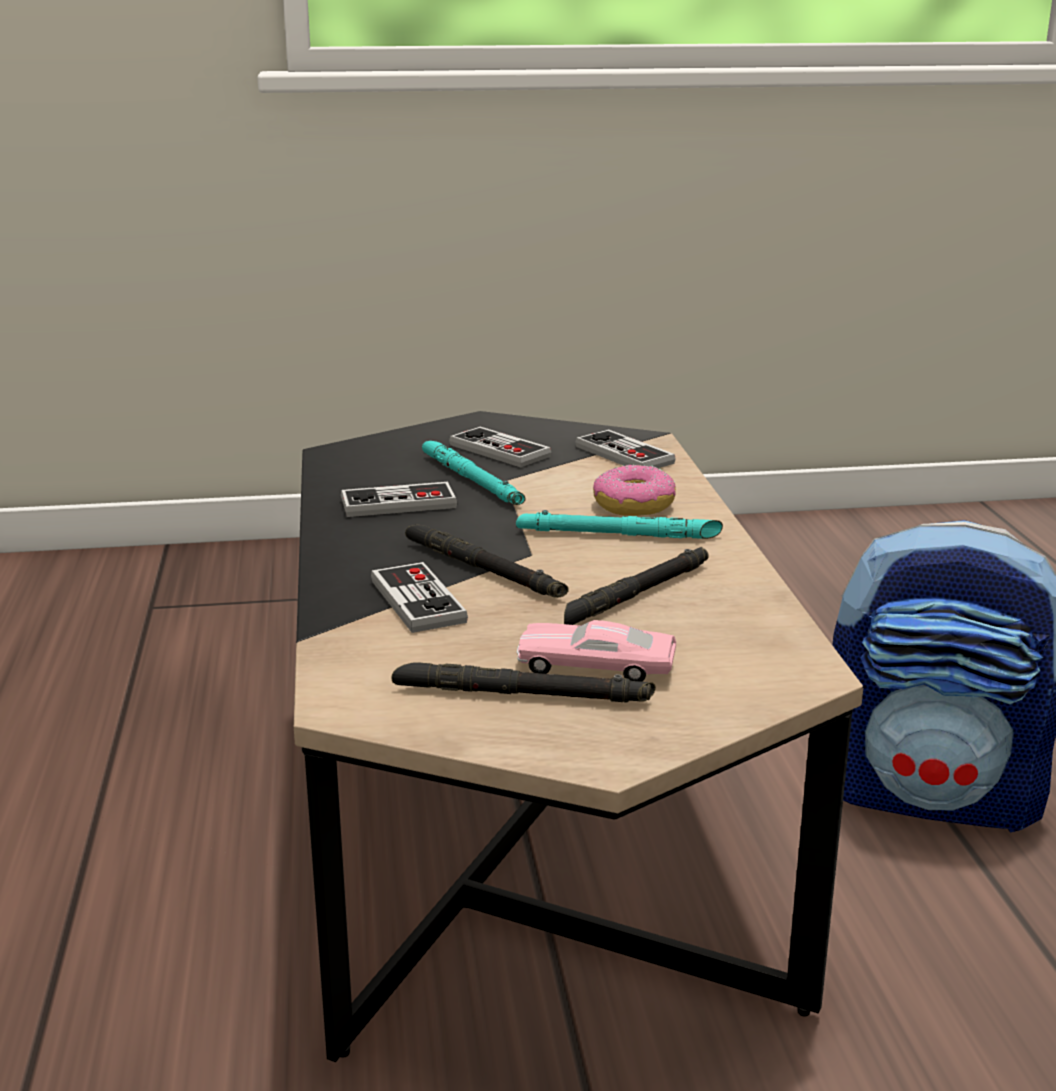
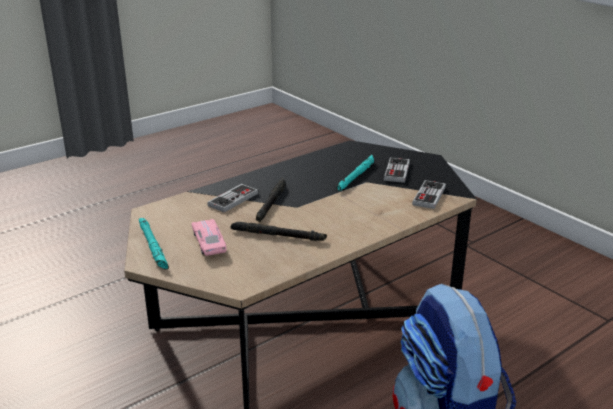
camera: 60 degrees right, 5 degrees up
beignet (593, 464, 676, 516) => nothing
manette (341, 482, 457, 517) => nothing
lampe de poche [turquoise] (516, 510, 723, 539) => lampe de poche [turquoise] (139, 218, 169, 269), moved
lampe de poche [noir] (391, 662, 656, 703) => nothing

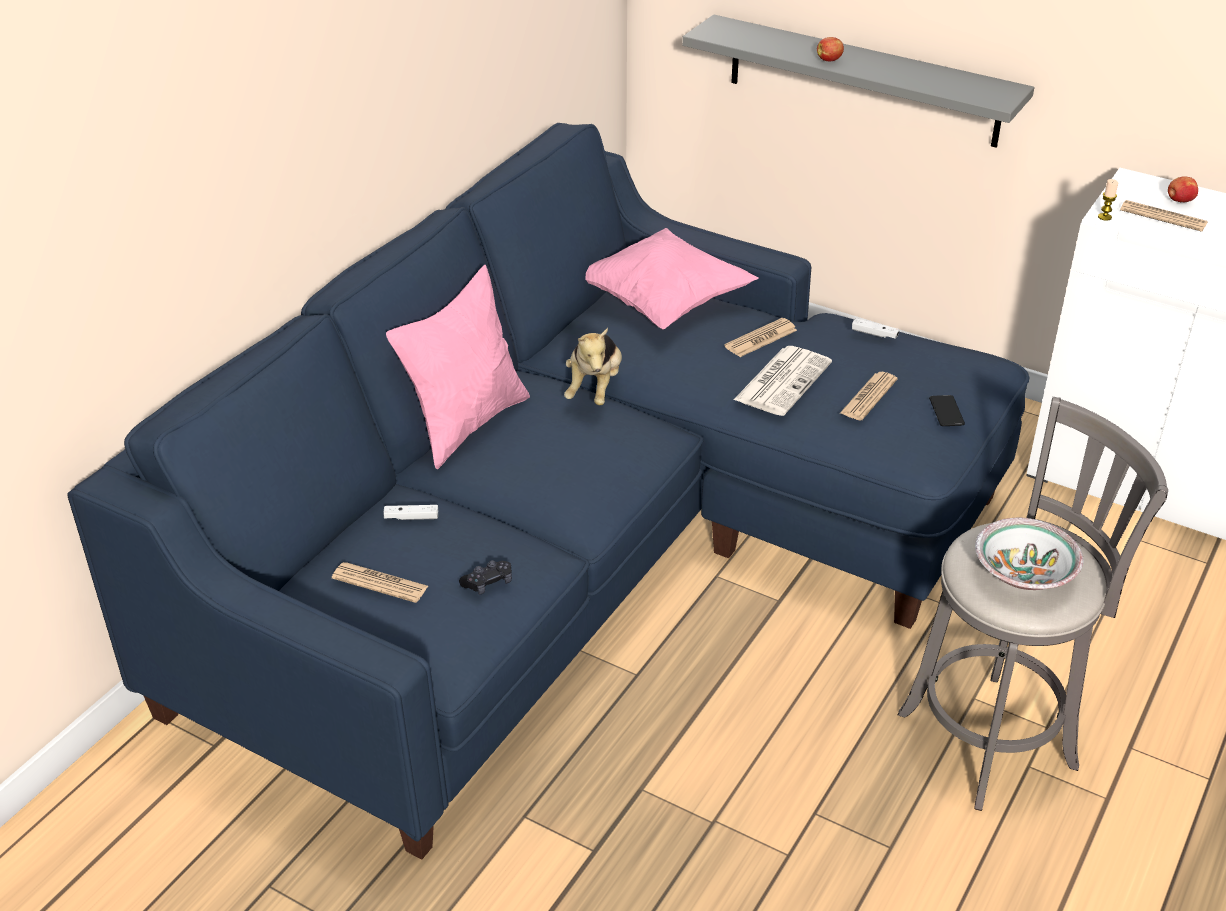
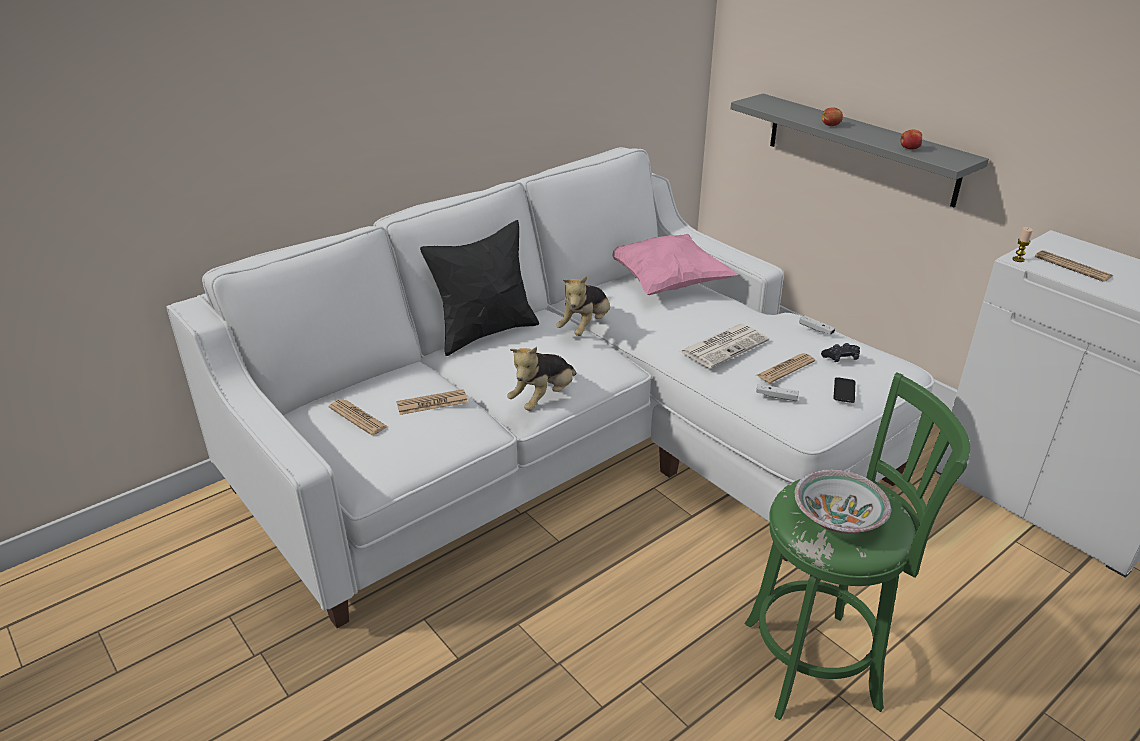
camera: 20 degrees right, 5 degrees down
canapé [bleu] (67, 123, 1030, 860) => canapé [blanc] (167, 147, 934, 628)
pomme (1168, 177, 1198, 203) => pomme (901, 130, 922, 149), moved
coussin [rose] (386, 265, 530, 469) => coussin [noir] (420, 220, 539, 356)
journal (724, 318, 797, 357) => journal (397, 389, 468, 415), moved
tabouret [gris] (898, 397, 1168, 811) => tabouret [vert] (744, 372, 970, 720)
manette [blanc] (383, 505, 438, 520) => manette [blanc] (756, 384, 799, 401), moved
manette [noir] (459, 560, 512, 595) => manette [noir] (821, 343, 860, 362), moved
nothing => peluche (507, 347, 577, 411)

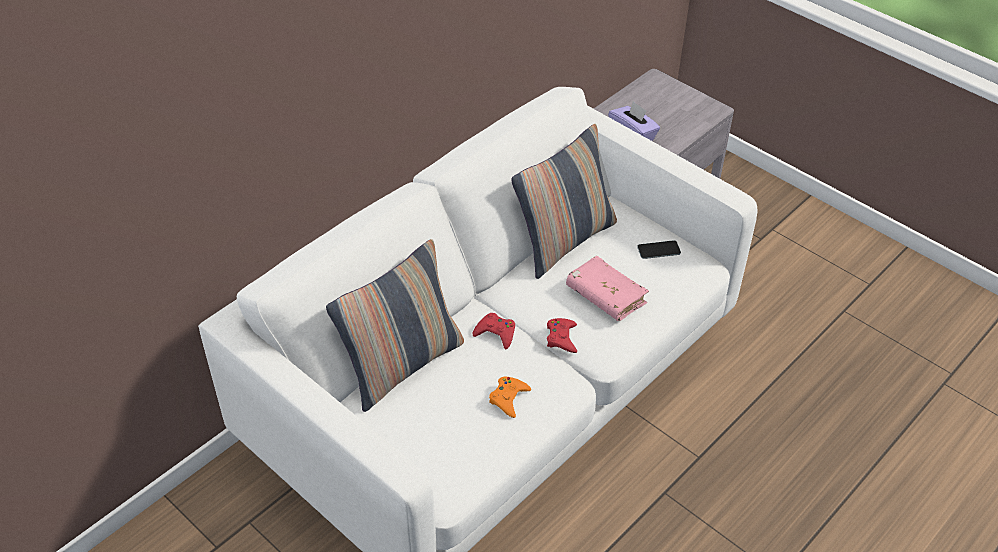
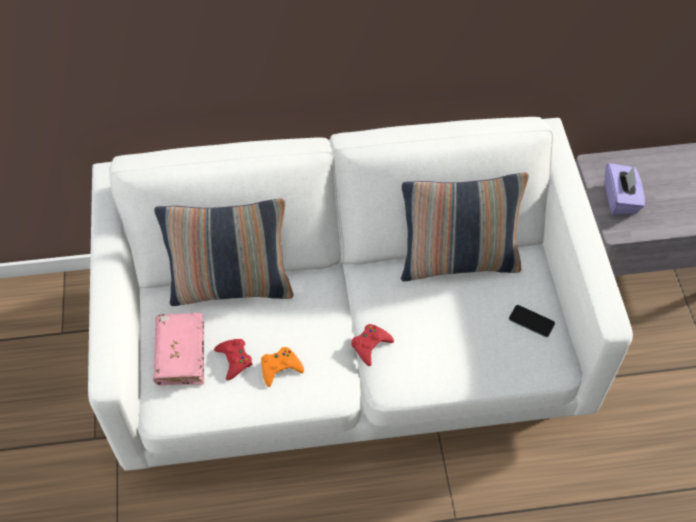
camera: 40 degrees right, 10 degrees up
livre [rose] (566, 256, 649, 321) => livre [rose] (153, 313, 204, 385), moved
manette [rouge] (473, 313, 515, 349) => manette [rouge] (214, 339, 253, 380), moved

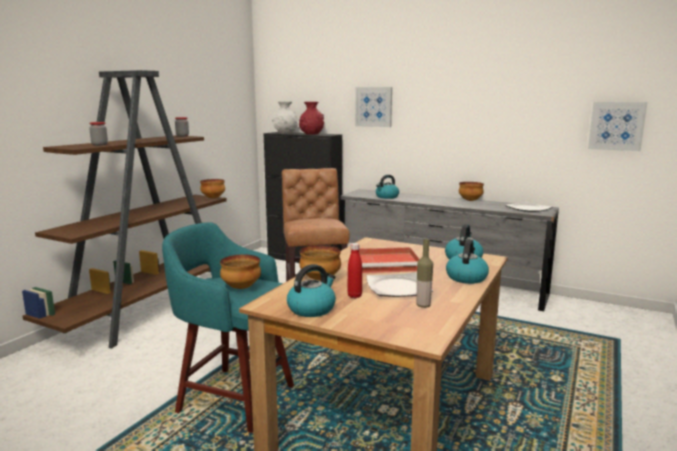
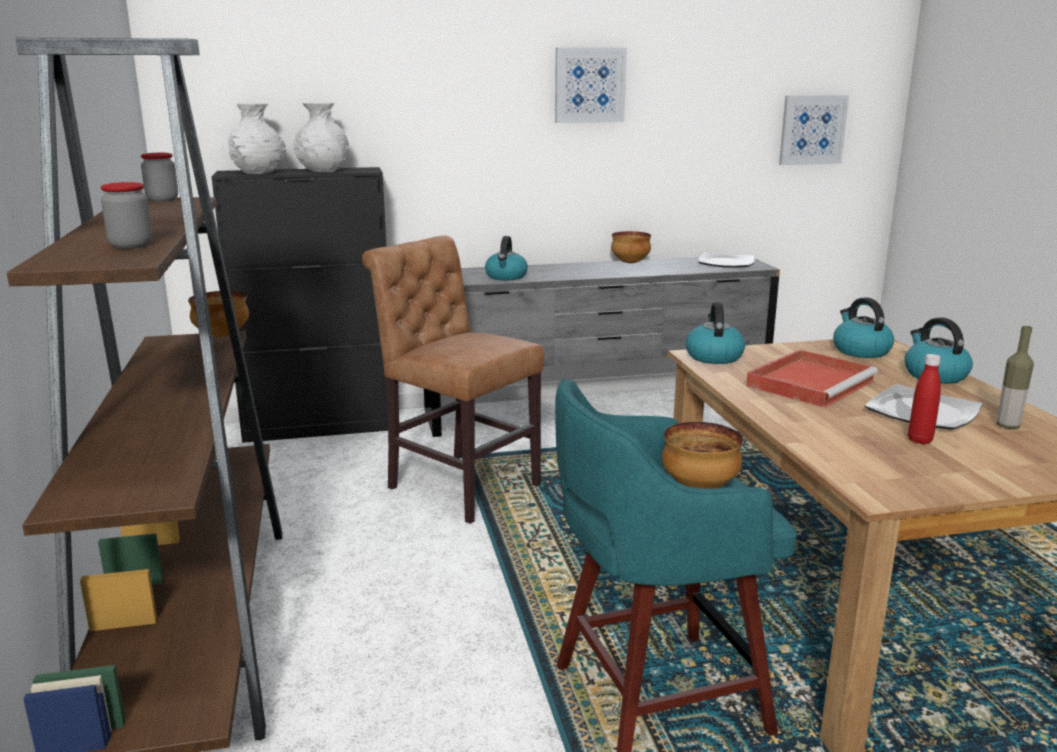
camera: 40 degrees left, 5 degrees up
tableau (355, 87, 392, 127) => tableau (555, 47, 627, 123), moved
vase [rouge] (299, 102, 324, 135) => vase [blanc] (293, 103, 349, 172)
bol (299, 245, 341, 280) => nothing
bouilloire (287, 264, 336, 317) => bouilloire (686, 302, 745, 364), moved

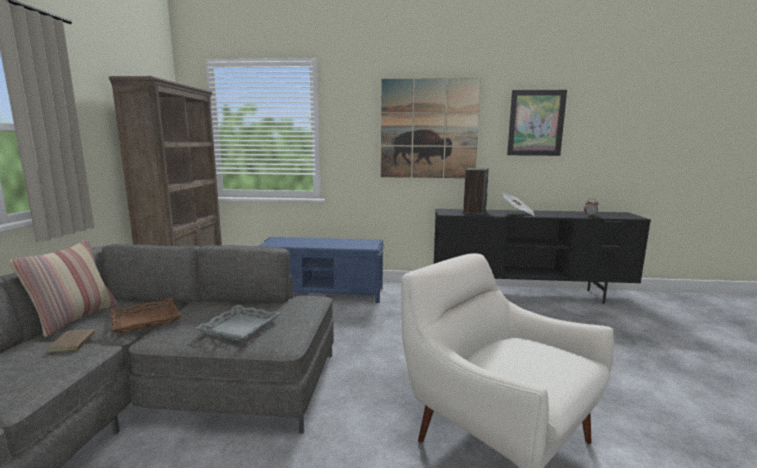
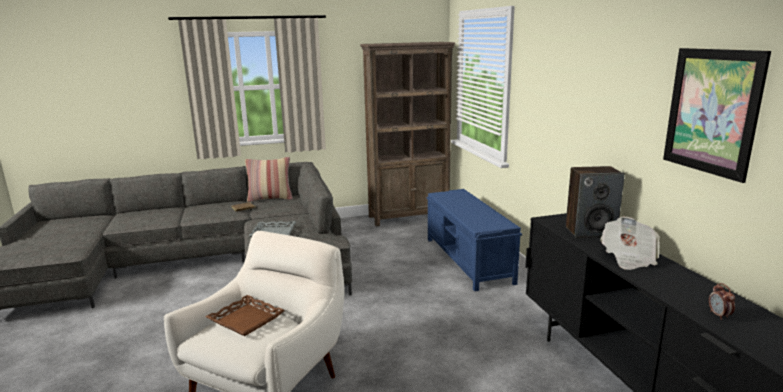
camera: 70 degrees right, 5 degrees up
tableau (381, 78, 481, 178) => nothing
plateau [marron] (110, 298, 182, 333) => plateau [marron] (206, 295, 285, 336), moved

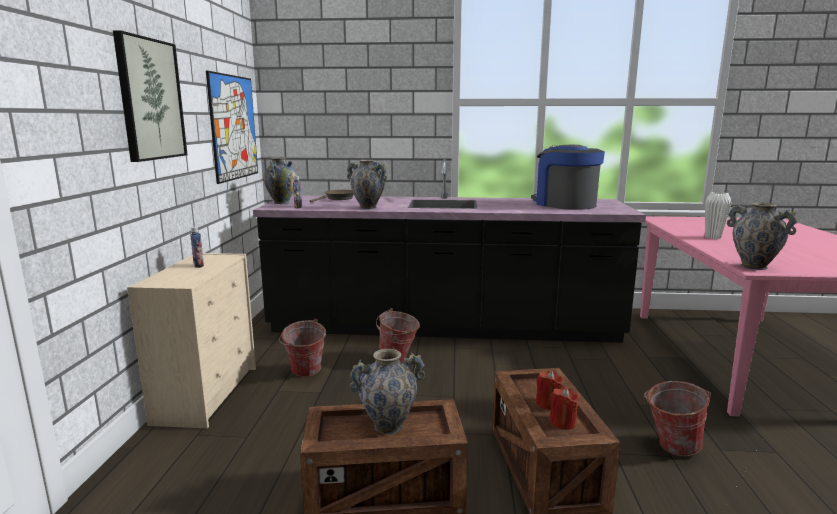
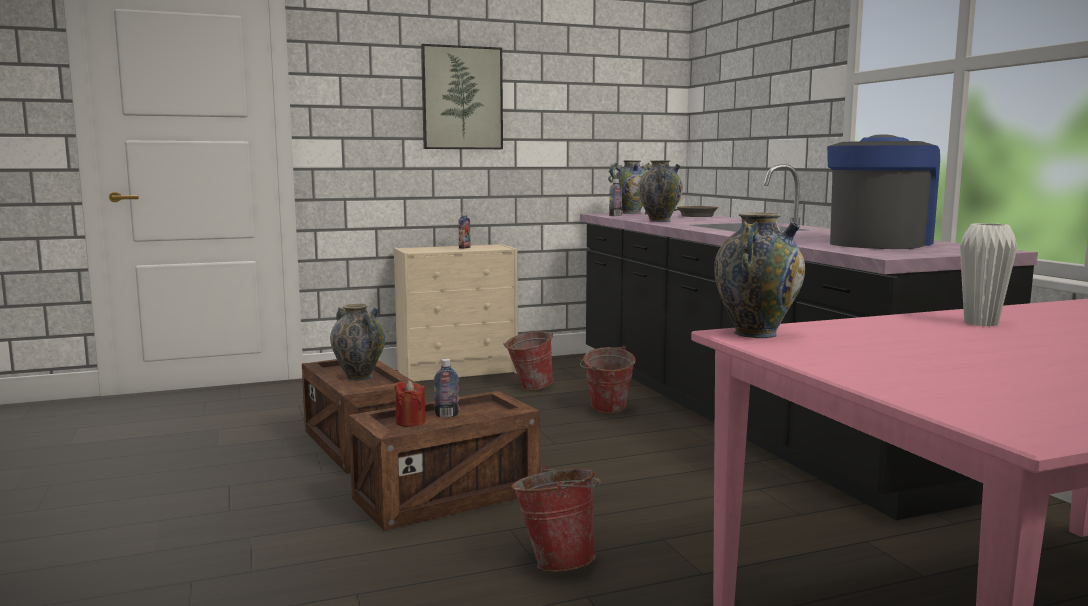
camera: 65 degrees right, 5 degrees down
tableau (206, 71, 258, 184) => nothing
bougie [rouge] (536, 370, 564, 410) => bouteille (434, 359, 459, 417)

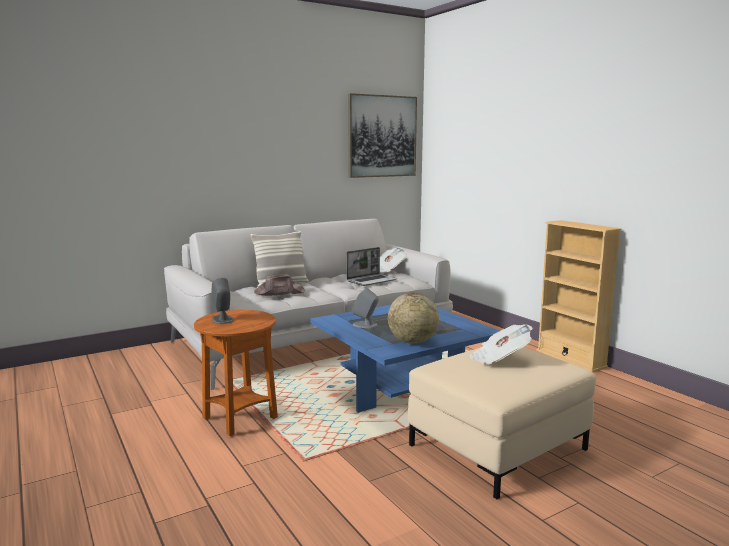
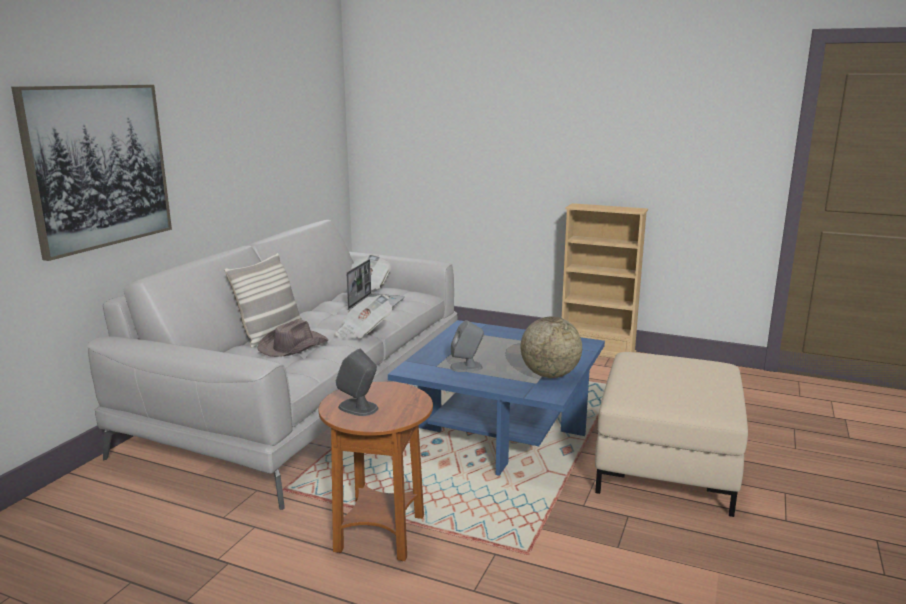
camera: 35 degrees left, 5 degrees up
tableau (348, 93, 417, 178) => tableau (11, 85, 172, 261), moved
journal (469, 325, 533, 365) => journal (335, 295, 392, 339), moved

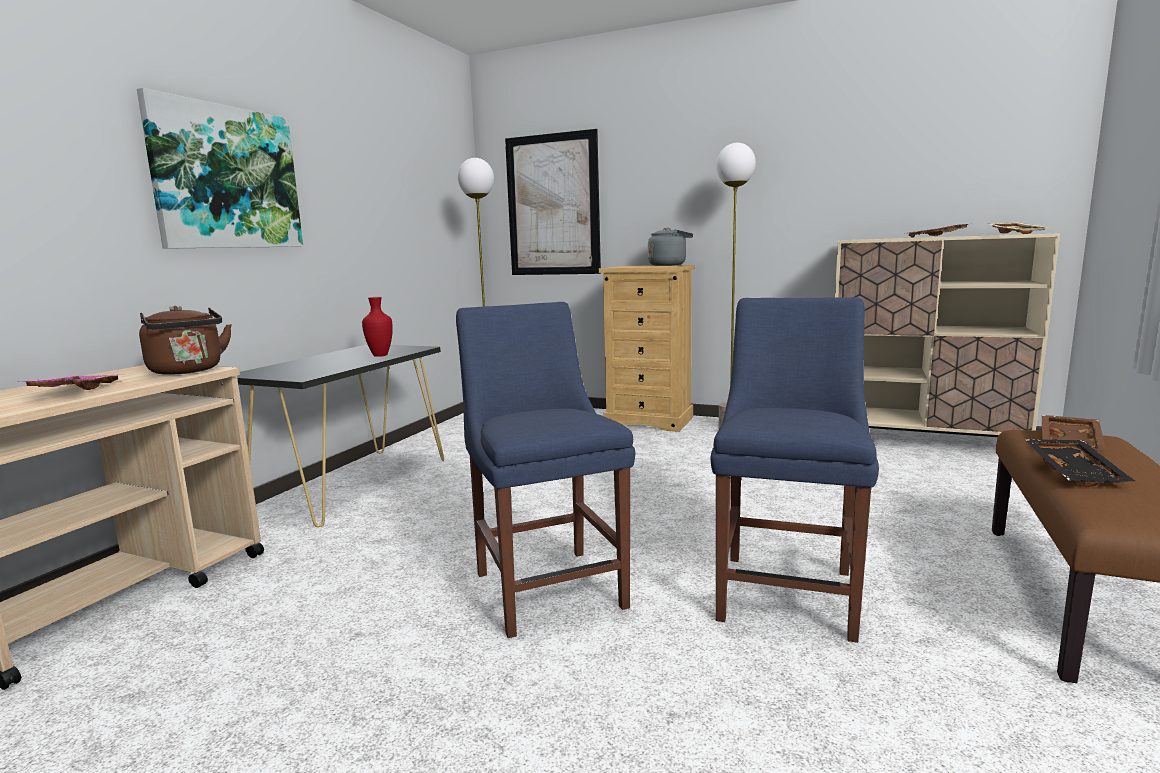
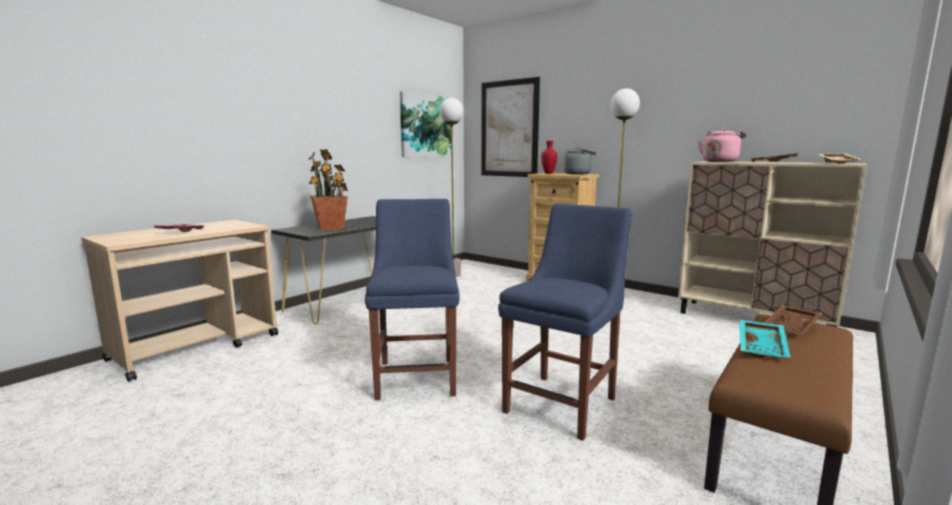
camera: 15 degrees right, 0 degrees up
tableau (137, 88, 303, 249) => tableau (400, 91, 451, 157), moved
vase [rouge] (362, 297, 393, 357) => vase [rouge] (541, 141, 557, 174), moved
bouilloire [marron] (139, 306, 232, 375) => nothing
plateau [noir] (1025, 439, 1135, 487) => plateau [turquoise] (739, 320, 791, 358)
nothing => bouilloire [rose] (698, 128, 746, 162)
nothing => plante en pot (309, 150, 348, 231)

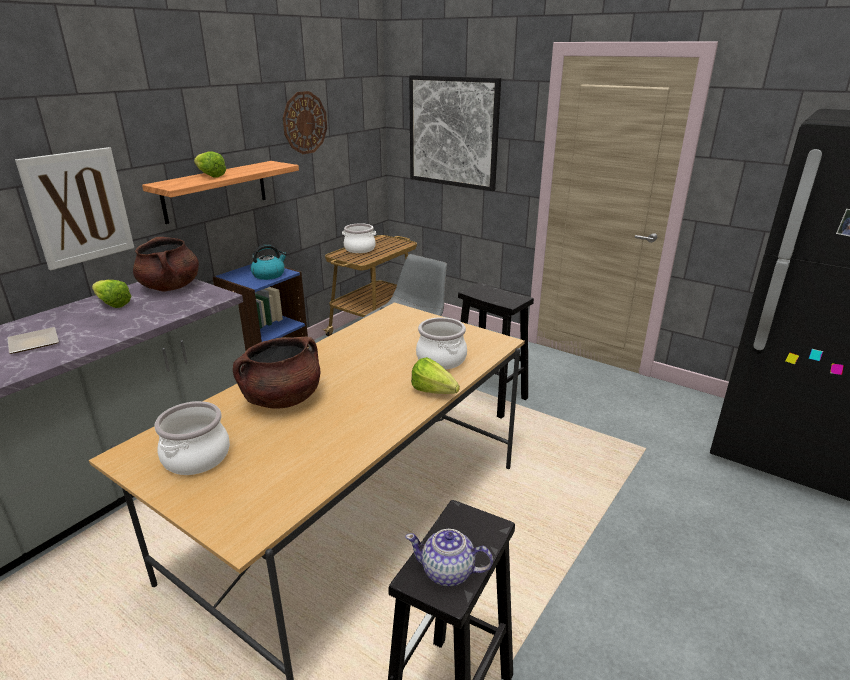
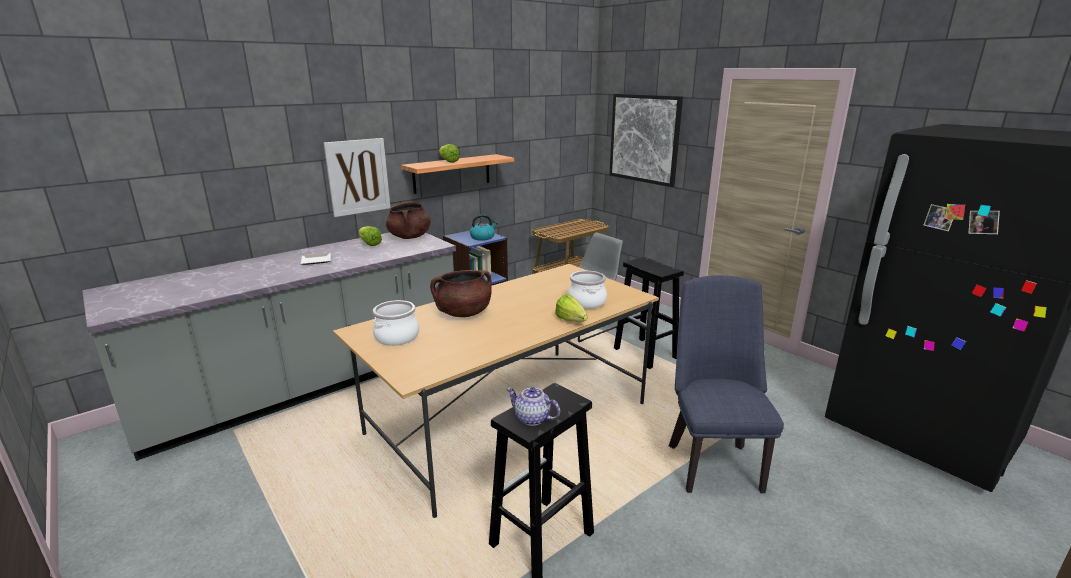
camera: 15 degrees right, 5 degrees down
horloge murale (283, 91, 327, 154) => nothing
marmite (342, 223, 376, 253) => nothing
nothing => chaise [bleu] (669, 275, 784, 493)

